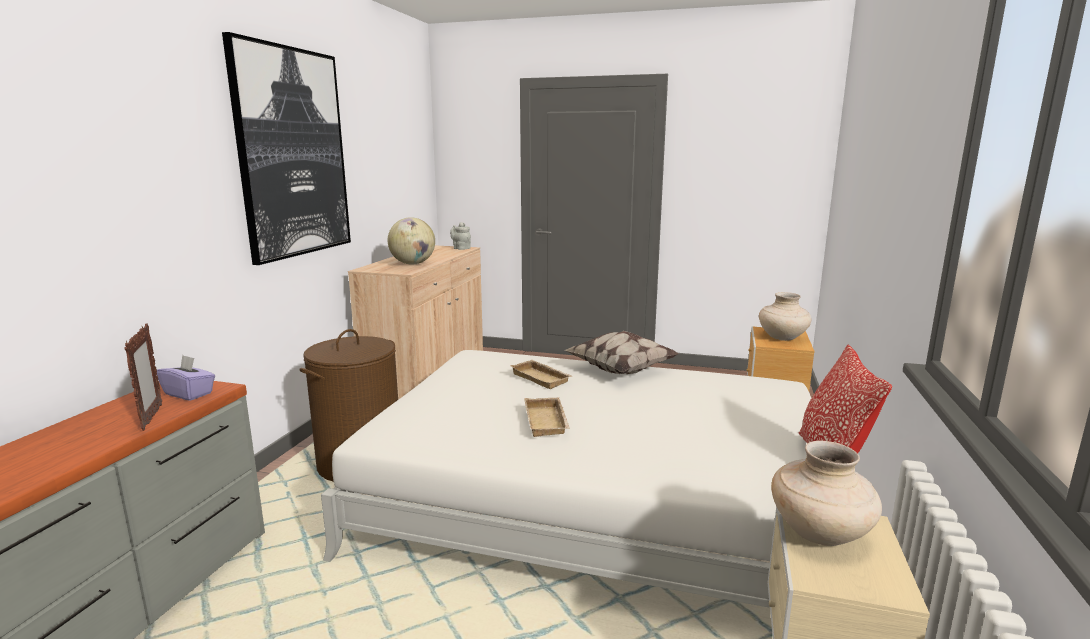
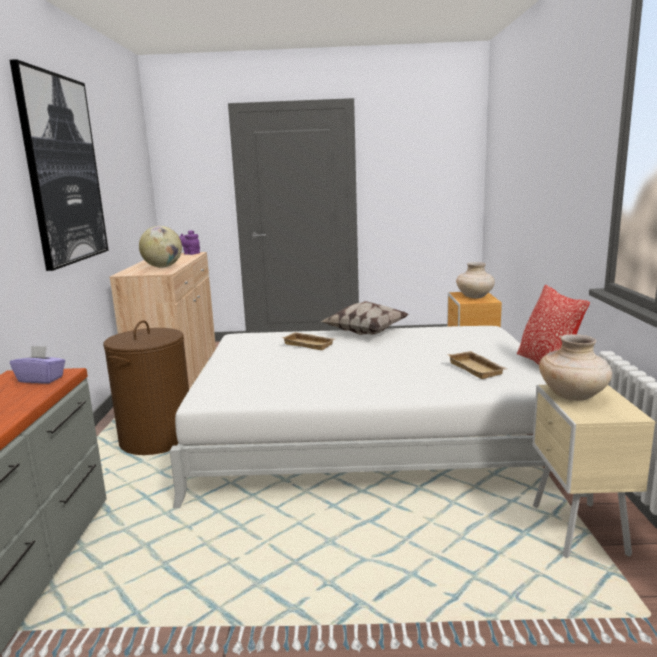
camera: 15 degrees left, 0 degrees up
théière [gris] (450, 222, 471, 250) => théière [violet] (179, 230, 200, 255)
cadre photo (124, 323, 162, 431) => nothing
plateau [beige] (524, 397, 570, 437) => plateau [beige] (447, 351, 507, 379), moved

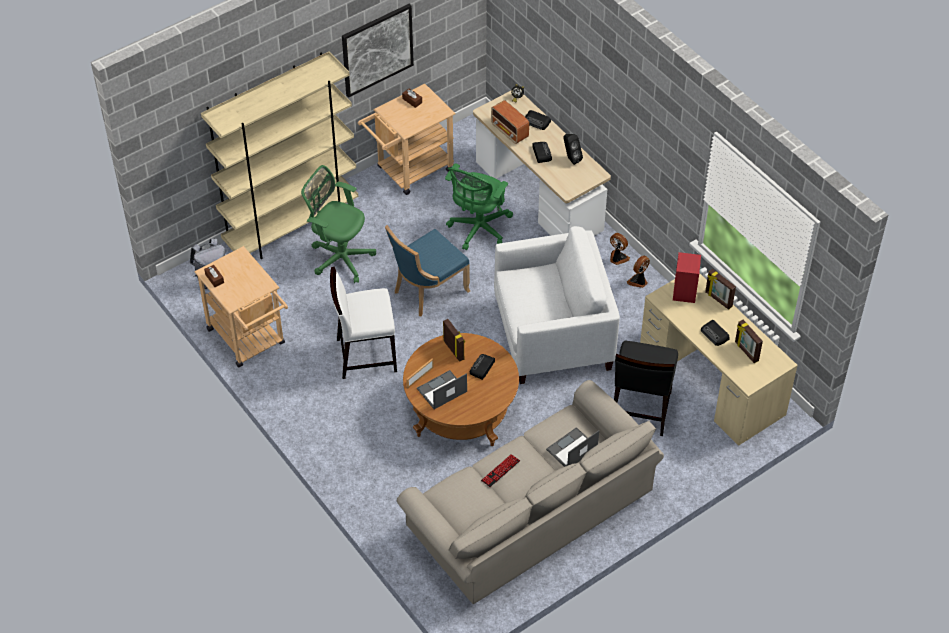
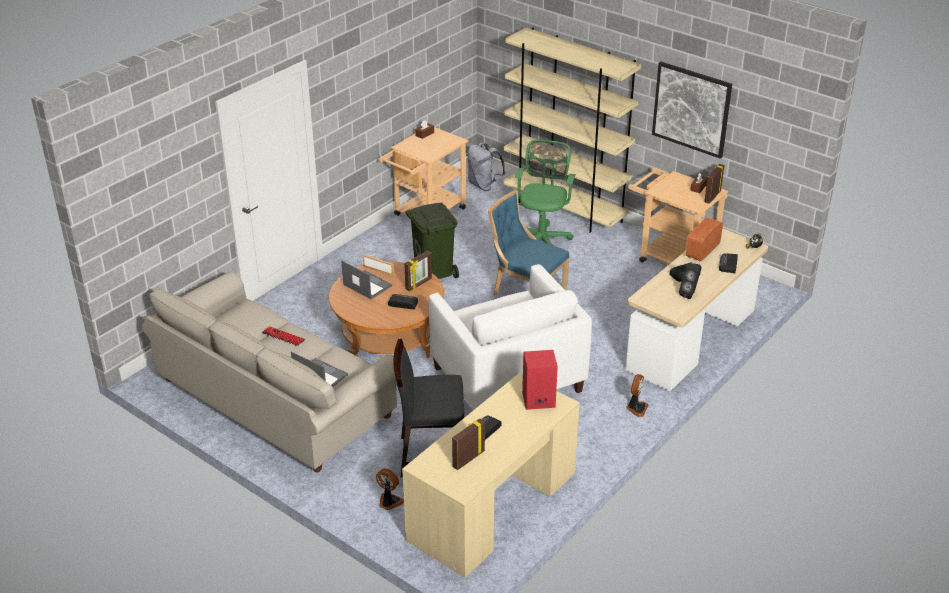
camera: 75 degrees right, 15 degrees down
chaise de bureau [vert] (445, 163, 513, 250) => nothing
ventilateur (627, 255, 650, 288) => ventilateur (376, 468, 404, 510), moved
chaise [blanc] (330, 267, 397, 379) => poubelle [vert] (405, 202, 459, 279)
cadre photo (705, 269, 736, 310) => cadre photo (704, 164, 724, 204), moved

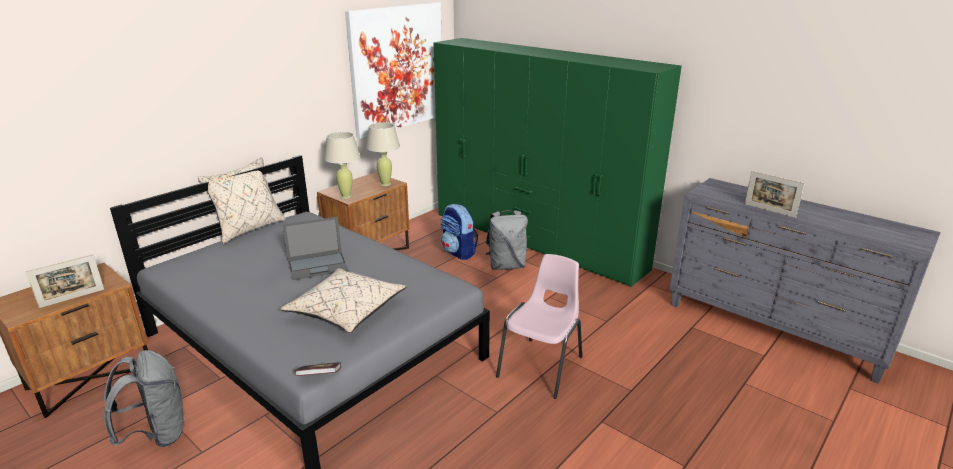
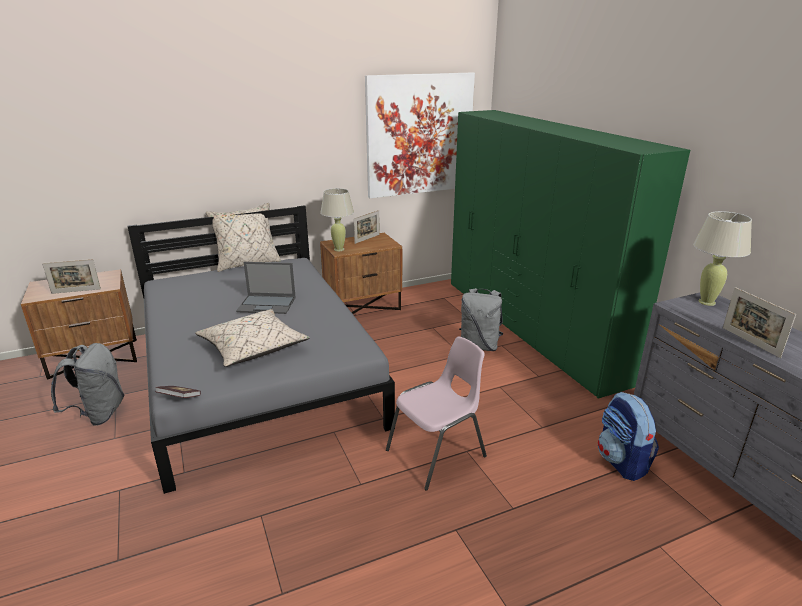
camera: 25 degrees right, 0 degrees up
lampe de table [beige] (366, 122, 400, 186) => lampe de table [beige] (693, 211, 752, 306), moved
sac à dos (440, 204, 478, 260) => sac à dos (598, 392, 659, 481), moved
nothing => cadre photo (354, 210, 380, 244)

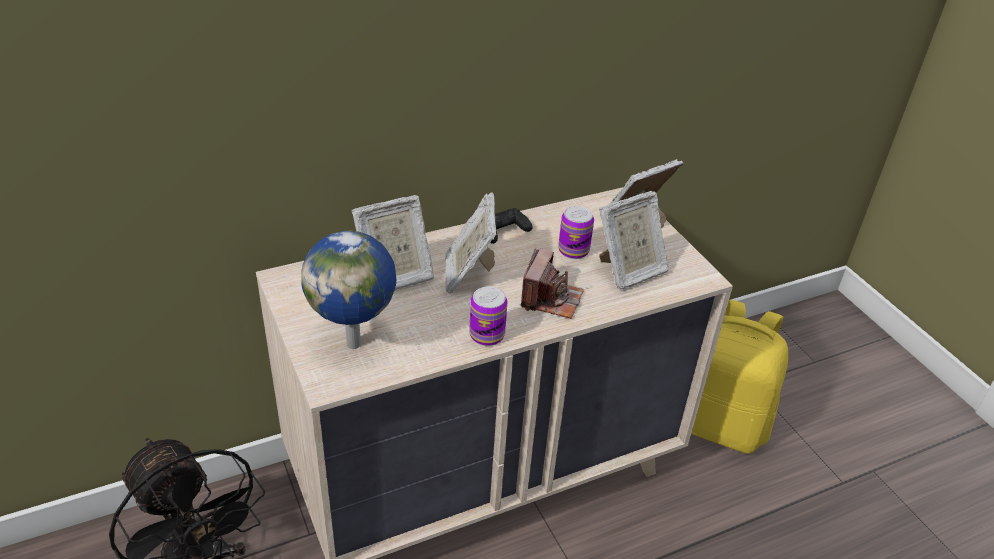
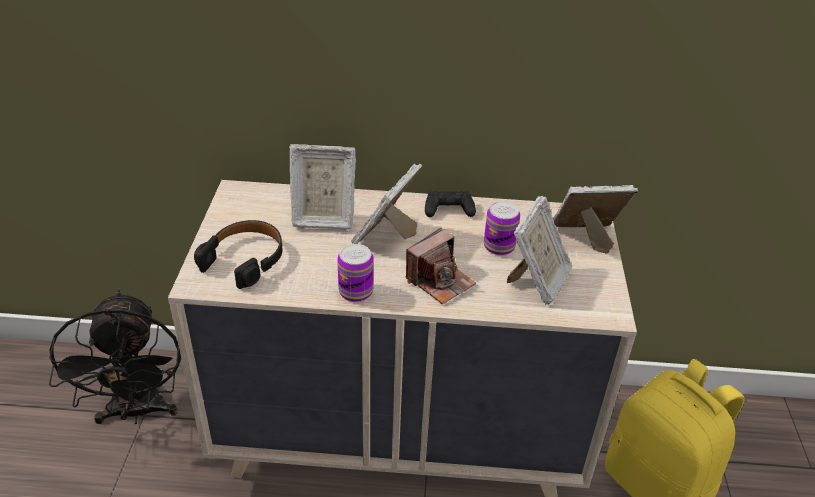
camera: 30 degrees right, 0 degrees up
cadre photo (599, 191, 669, 289) => cadre photo (507, 196, 572, 305), 60 degrees counterclockwise
globe (301, 231, 396, 349) => casque audio [noir] (194, 220, 283, 289)

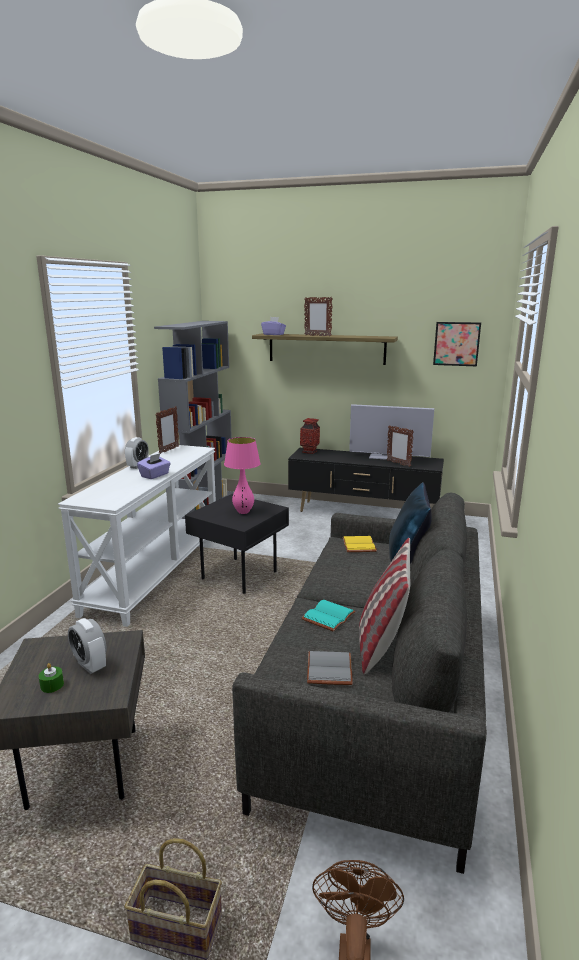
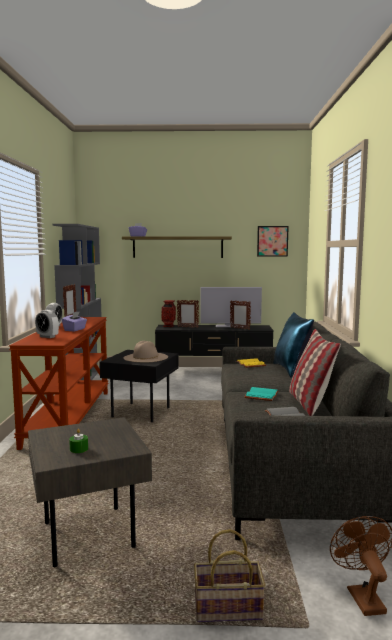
camera: 15 degrees left, 10 degrees down
cadre photo (304, 296, 333, 336) => cadre photo (177, 300, 199, 328), moved
lampe de table [rose] (224, 437, 261, 514) => chapeau [beige] (123, 341, 168, 362)
table console [blanc] (58, 445, 216, 627) => table console [marron] (9, 317, 109, 450)
réveil (68, 618, 107, 674) => réveil (35, 310, 59, 338), moved

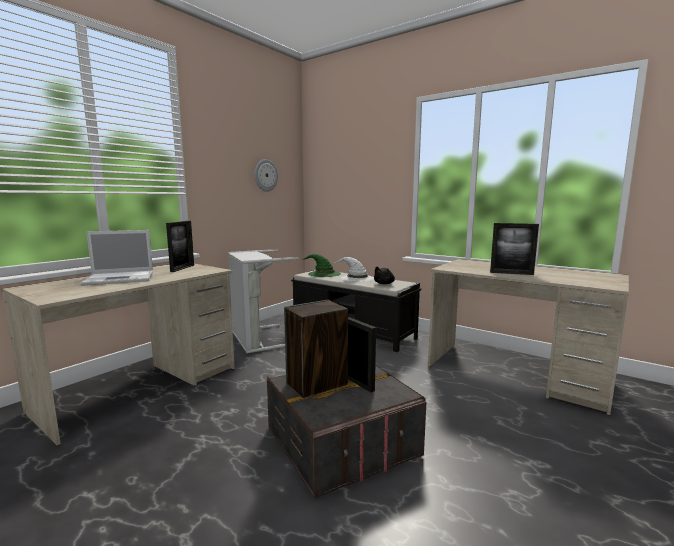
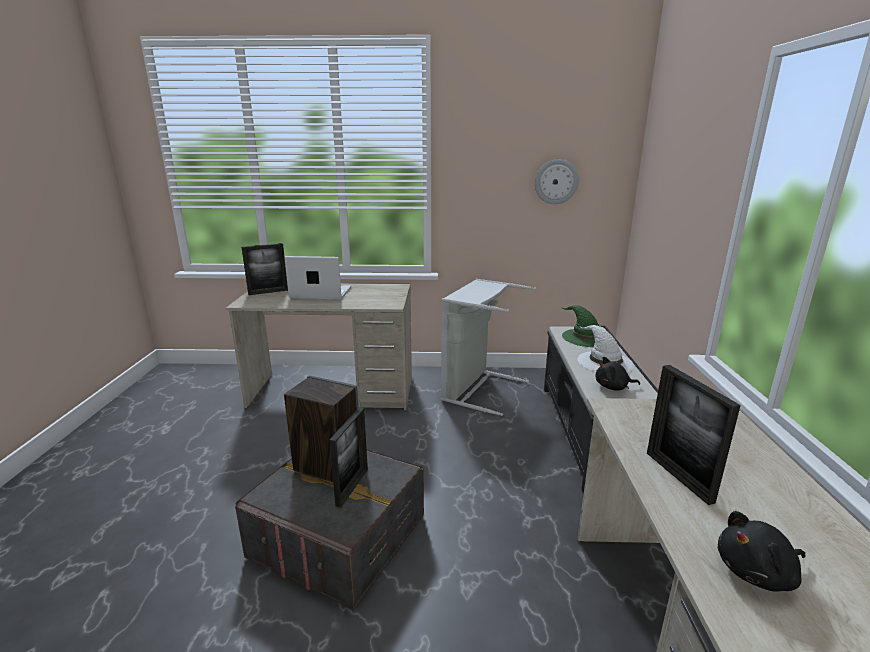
camera: 55 degrees right, 10 degrees up
cadre photo (166, 221, 194, 272) => cadre photo (242, 243, 288, 295), moved
ordinateur portable (81, 230, 153, 286) => ordinateur portable (284, 256, 351, 300), 150 degrees clockwise
nothing => peluche [noir] (718, 511, 806, 592)

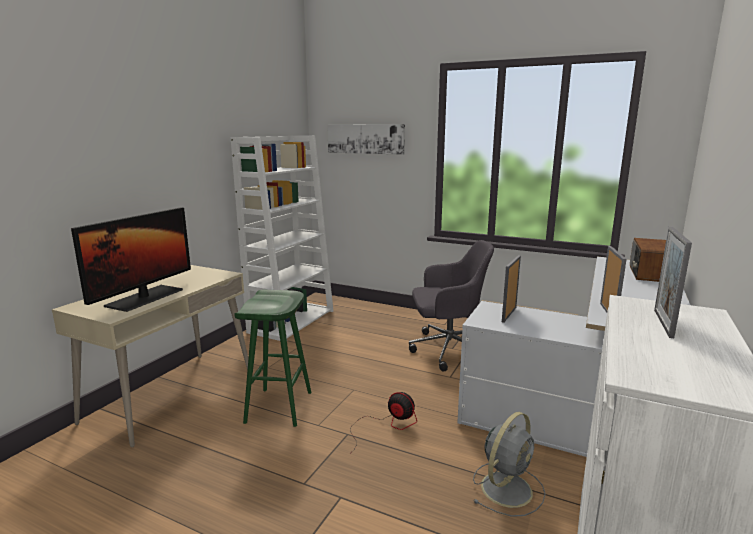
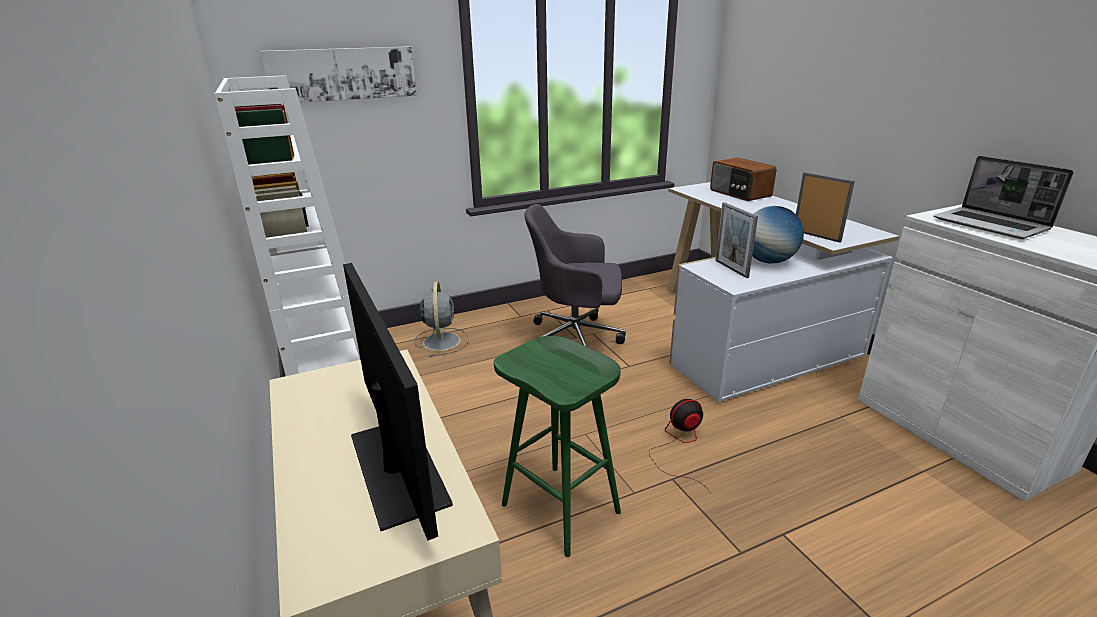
camera: 50 degrees left, 10 degrees up
cadre photo (654, 227, 692, 338) => ordinateur portable (933, 156, 1074, 239)
chaise de bureau [gris] (409, 240, 494, 372) => chaise de bureau [gris] (525, 204, 626, 347), 120 degrees counterclockwise
ventilateur [gris] (473, 412, 546, 517) => ventilateur [gris] (414, 282, 468, 357), moved
nothing => globe (752, 206, 804, 263)

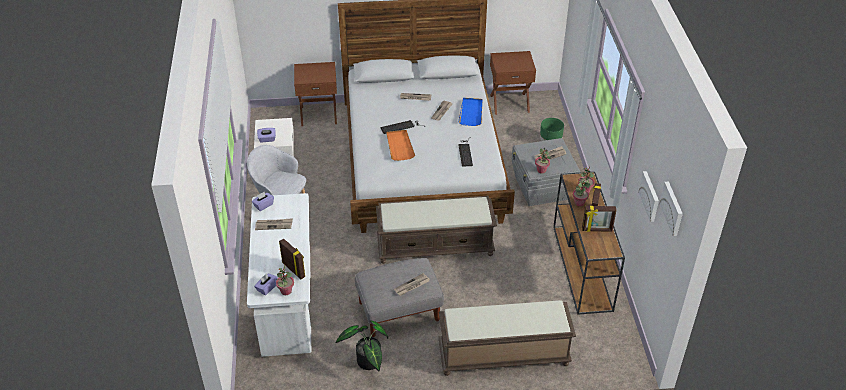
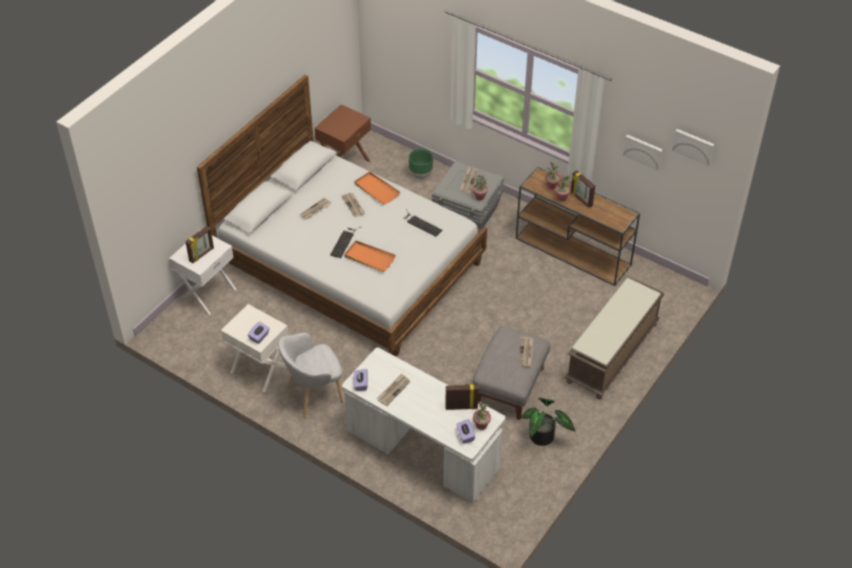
camera: 50 degrees left, 5 degrees up
table de chevet [marron] (294, 62, 337, 126) => table de chevet [blanc] (169, 236, 236, 315)
plateau [bleu] (458, 98, 483, 126) => plateau [orange] (354, 172, 400, 205)
banc [marron] (376, 196, 497, 264) => nothing
cadre photo (582, 206, 616, 232) => cadre photo (185, 226, 214, 264), moved

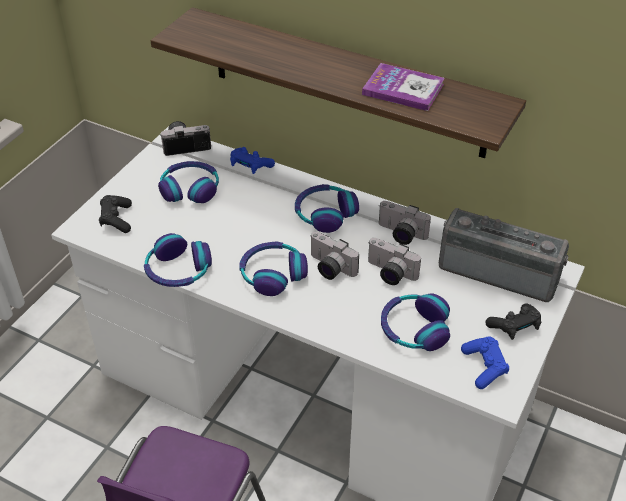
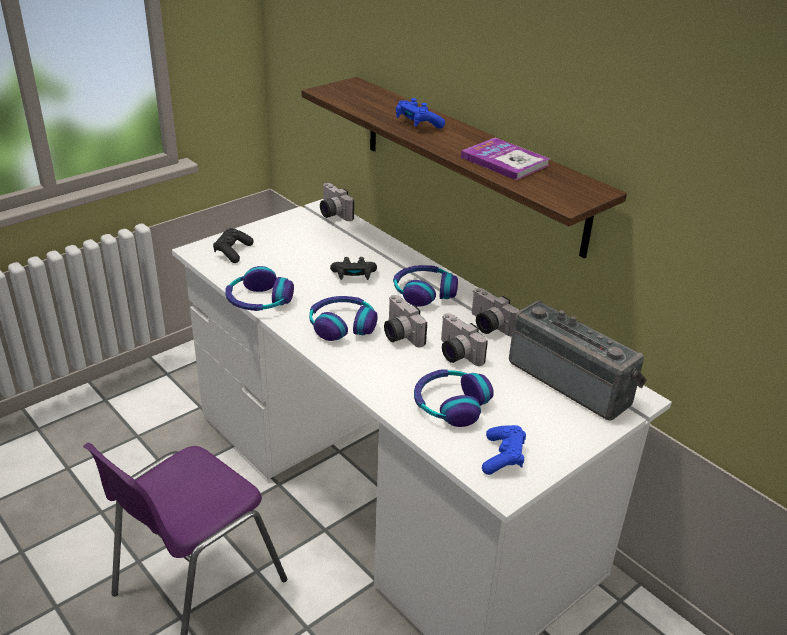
camera: 20 degrees right, 10 degrees down
appareil photo (160, 121, 211, 156) => appareil photo (320, 183, 354, 221), 135 degrees counterclockwise
manette [bleu] (230, 147, 275, 174) => manette [bleu] (396, 98, 445, 129), moved
casque audio (158, 161, 219, 203) => nothing
manette [noir] (485, 303, 541, 340) => manette [noir] (330, 257, 377, 280), moved

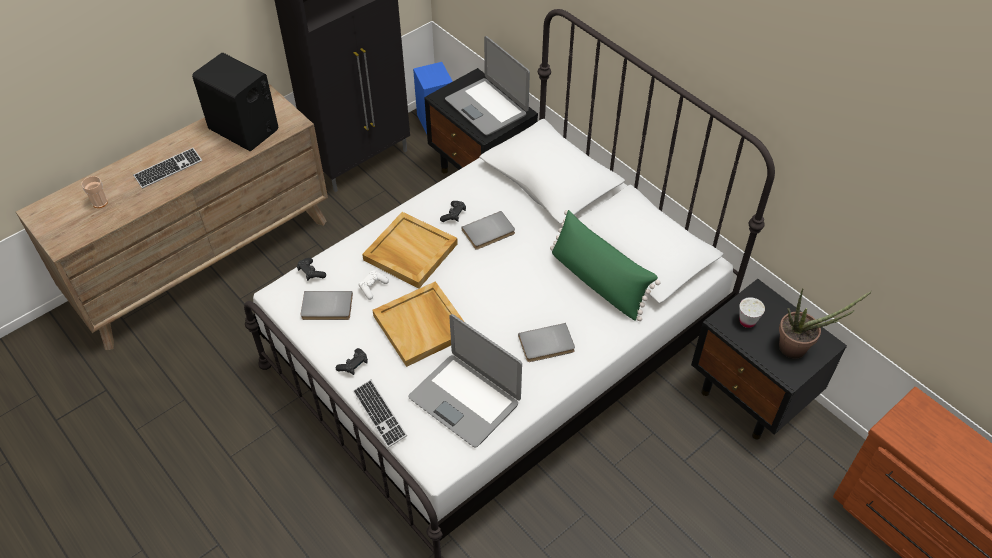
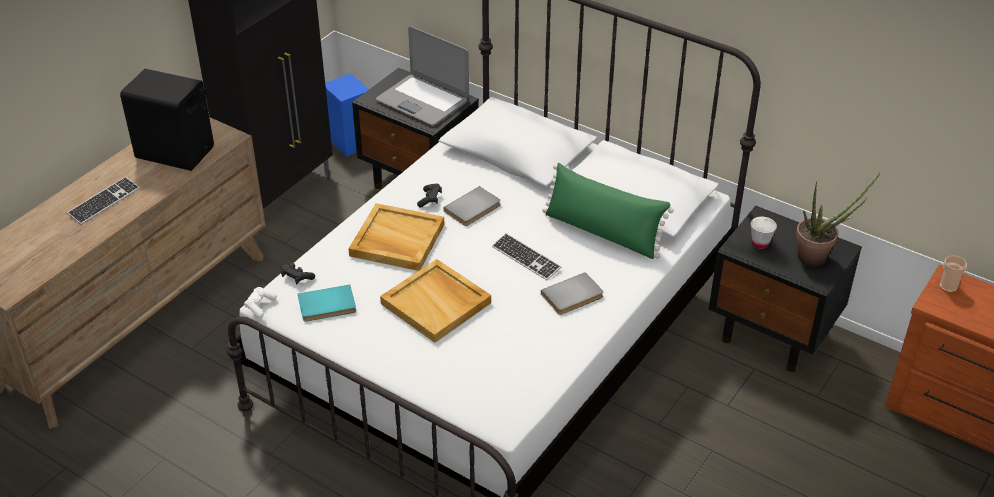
camera: 15 degrees left, 10 degrees down
tasse (81, 176, 108, 208) => tasse (939, 256, 967, 293), moved
manette [blanc] (358, 270, 389, 300) => manette [blanc] (244, 287, 277, 318), moved
livre [gris] (301, 291, 353, 320) => livre [turquoise] (298, 285, 356, 322)
ordinateur portable (408, 314, 522, 447) => nothing
manette [noir] (336, 348, 368, 375) => nothing
clavier (353, 380, 407, 448) => clavier (492, 233, 561, 280), moved

